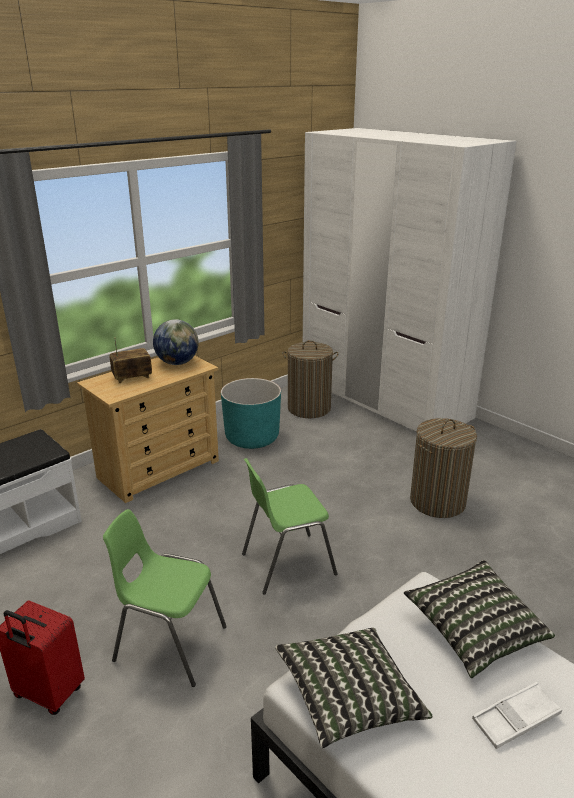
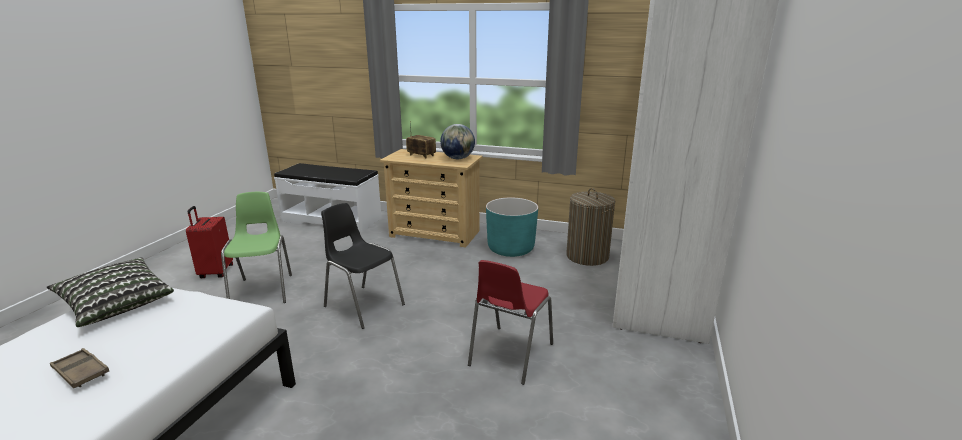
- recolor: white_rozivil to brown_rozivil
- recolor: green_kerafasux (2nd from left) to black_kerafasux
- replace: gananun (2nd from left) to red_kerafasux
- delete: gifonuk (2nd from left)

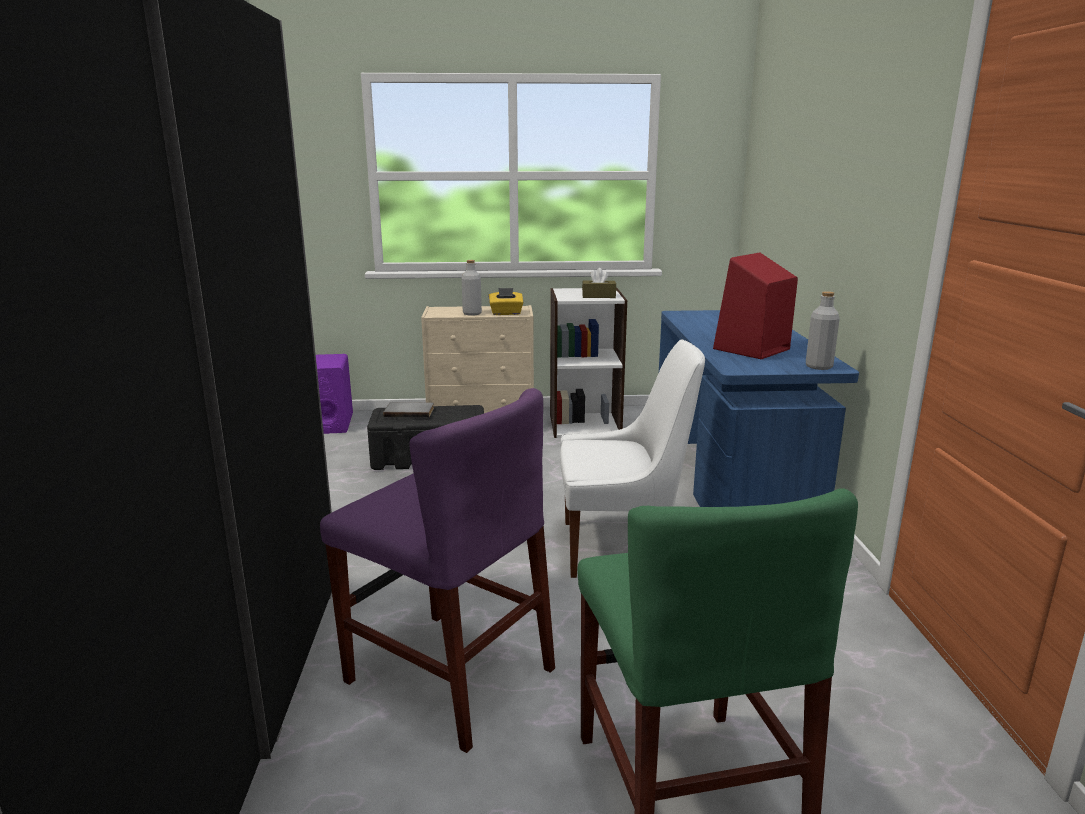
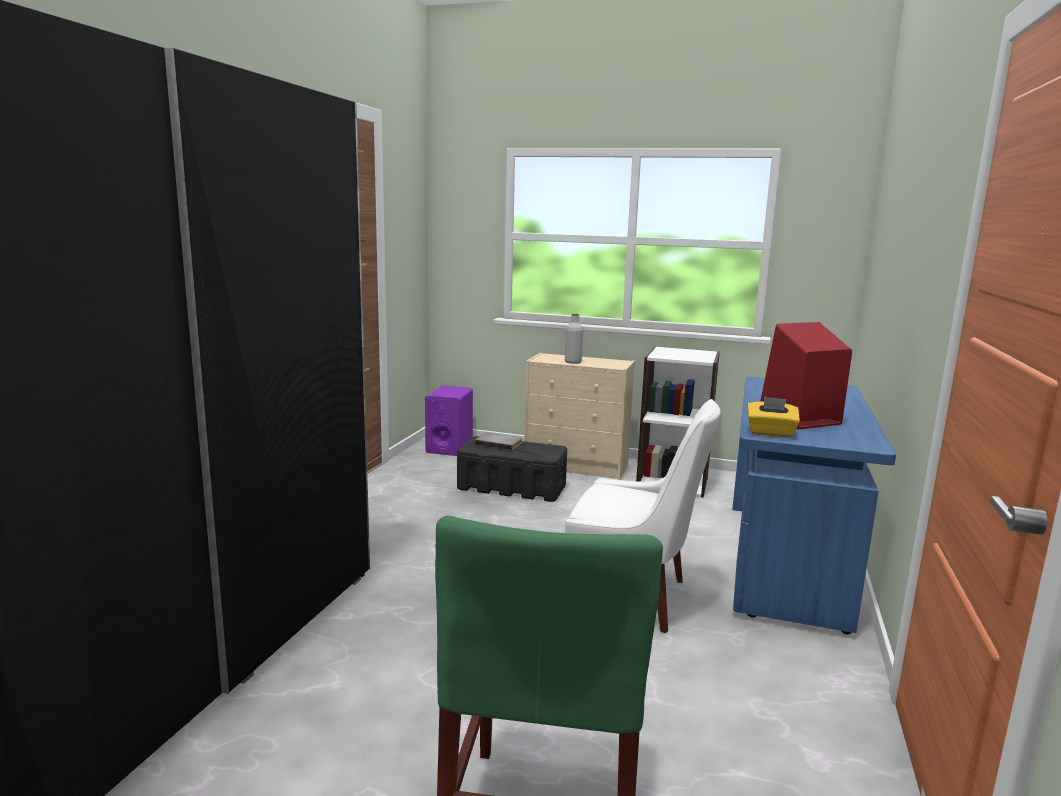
- move: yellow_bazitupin
- delete: purple_kerafasux
- delete: brown_bazitupin
- delete: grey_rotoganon (2nd from left)

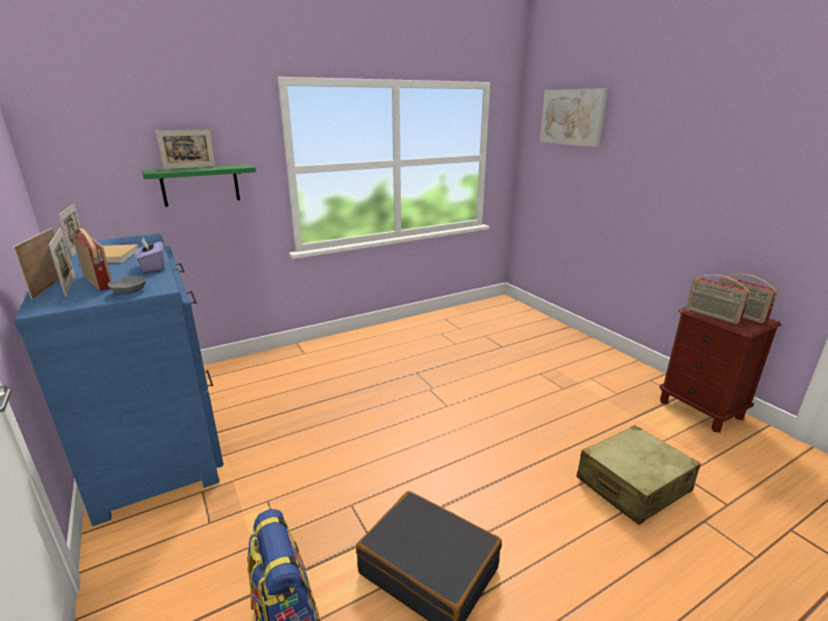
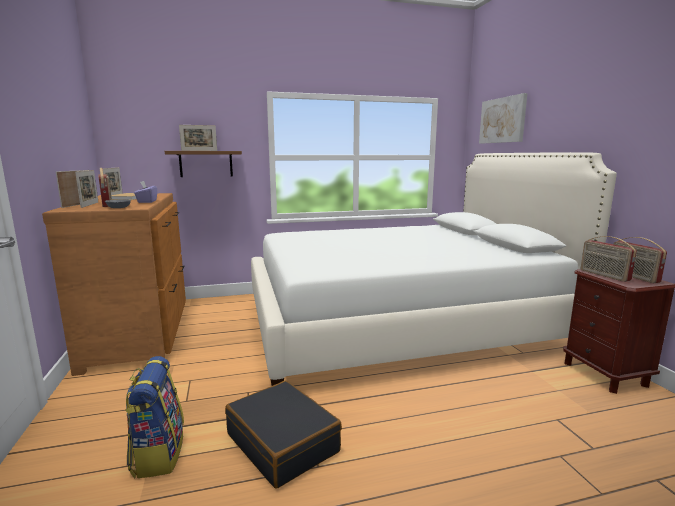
- recolor: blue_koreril to brown_koreril
- recolor: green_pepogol to brown_pepogol
- insert: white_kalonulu
- delete: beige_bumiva

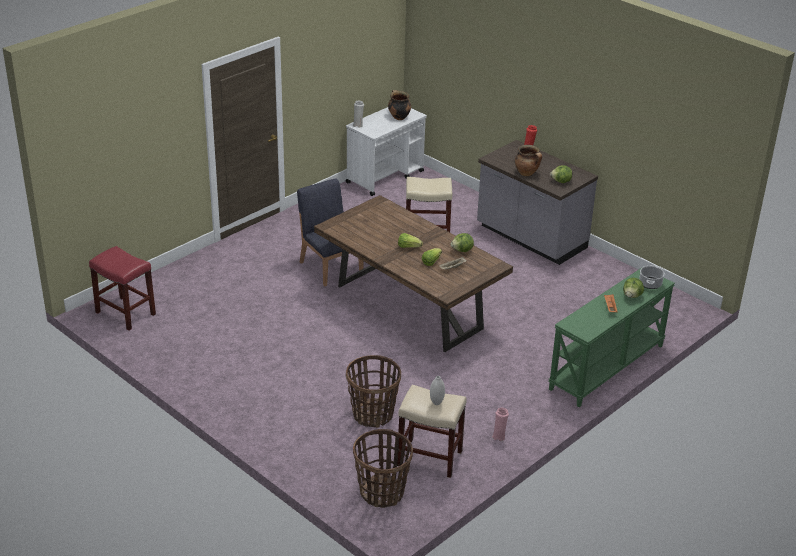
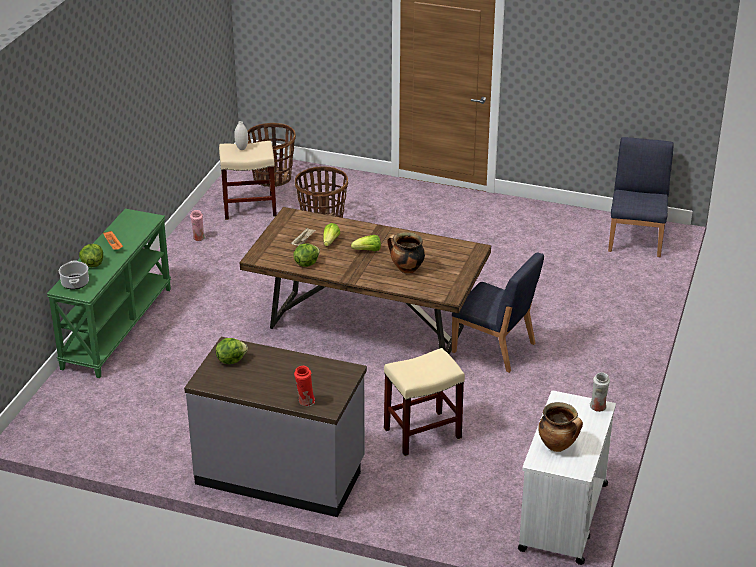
- move: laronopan (2nd from left)
- replace: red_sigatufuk to blue_kerafasux (2nd from left)

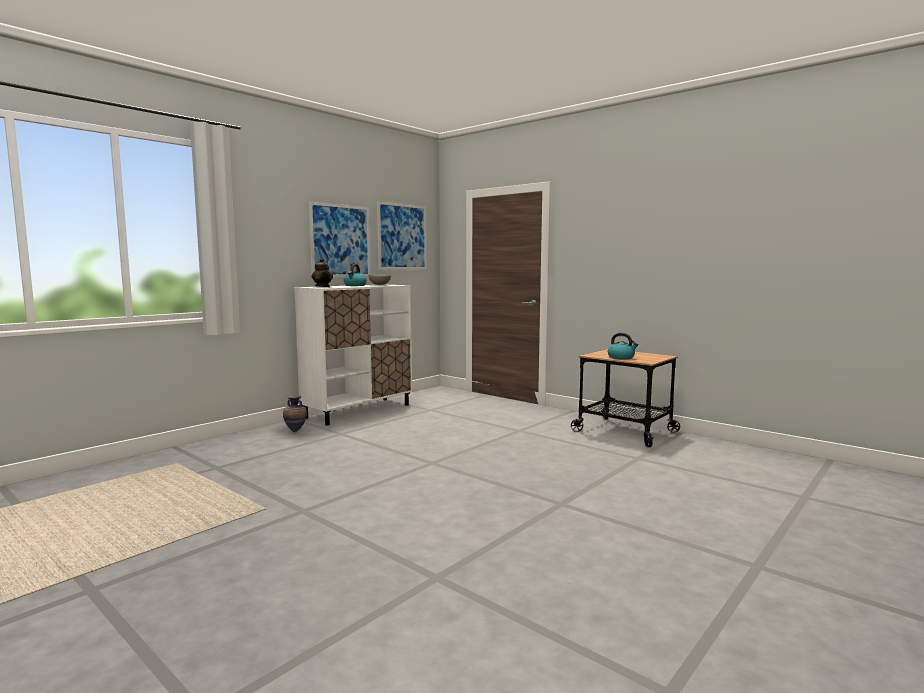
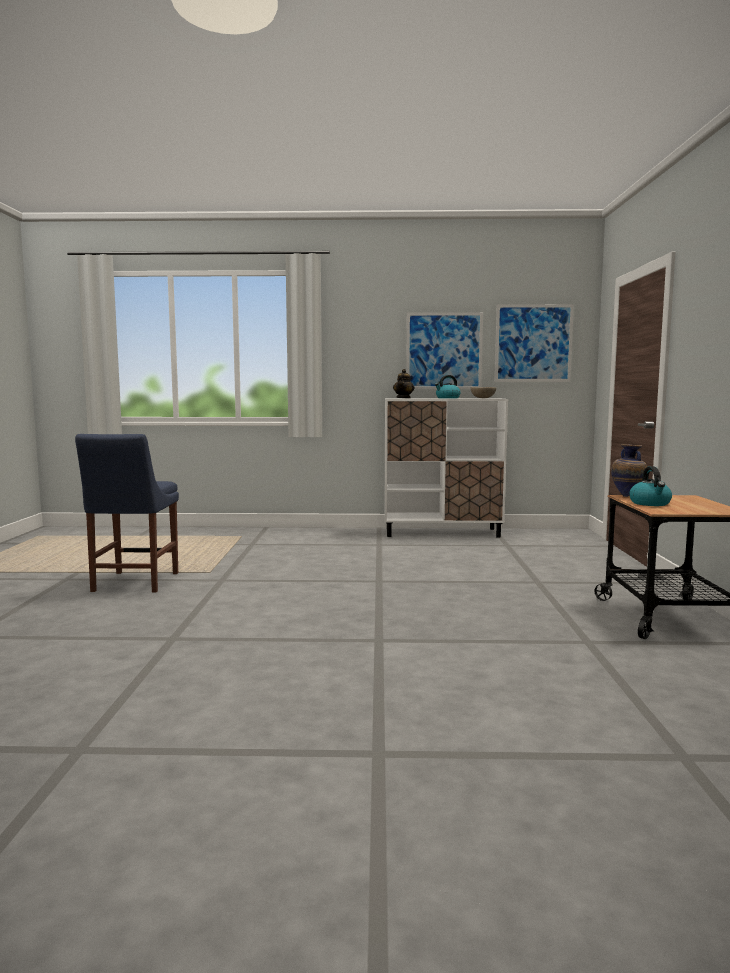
- insert: blue_kerafasux
- move: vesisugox

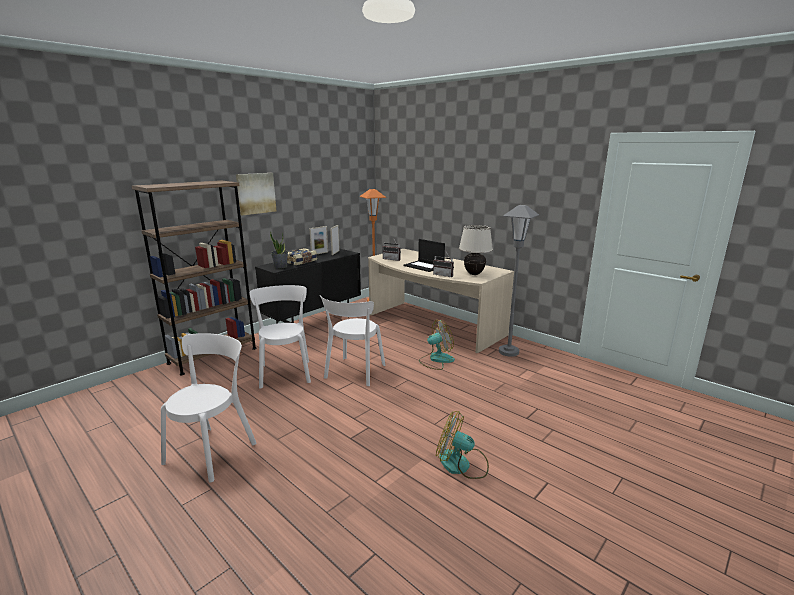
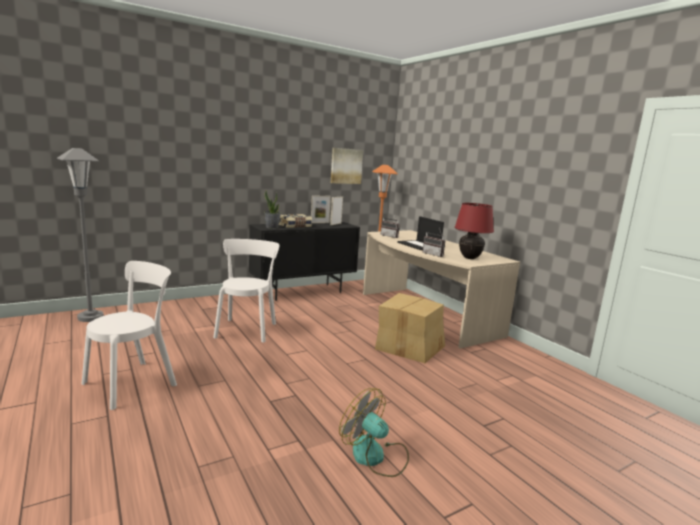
- move: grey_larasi
- move: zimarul
- replace: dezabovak (1st from left) to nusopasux
- recolor: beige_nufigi to red_nufigi
- delete: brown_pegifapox
- delete: white_kerafasux (3rd from left)

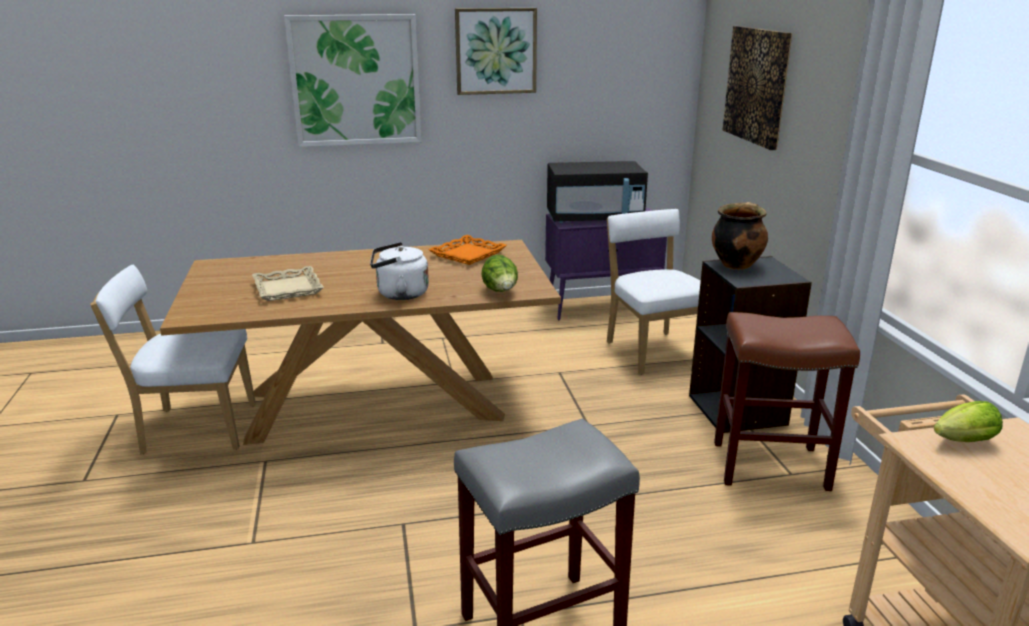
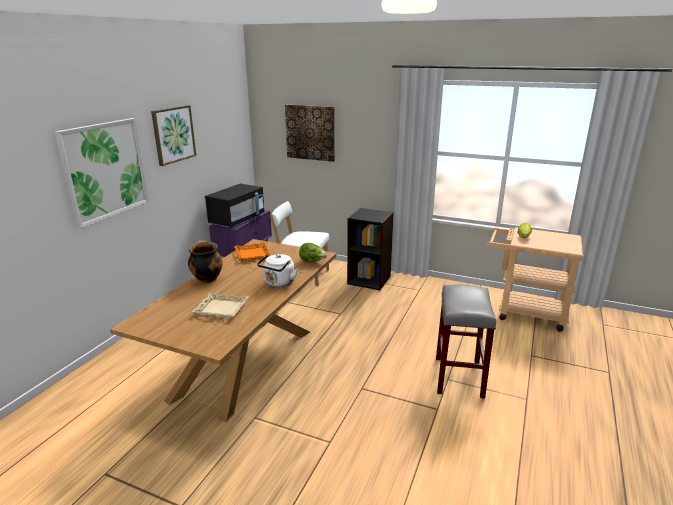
- move: laronopan
- delete: white_kerafasux (1st from left)
- delete: brown_sigatufuk

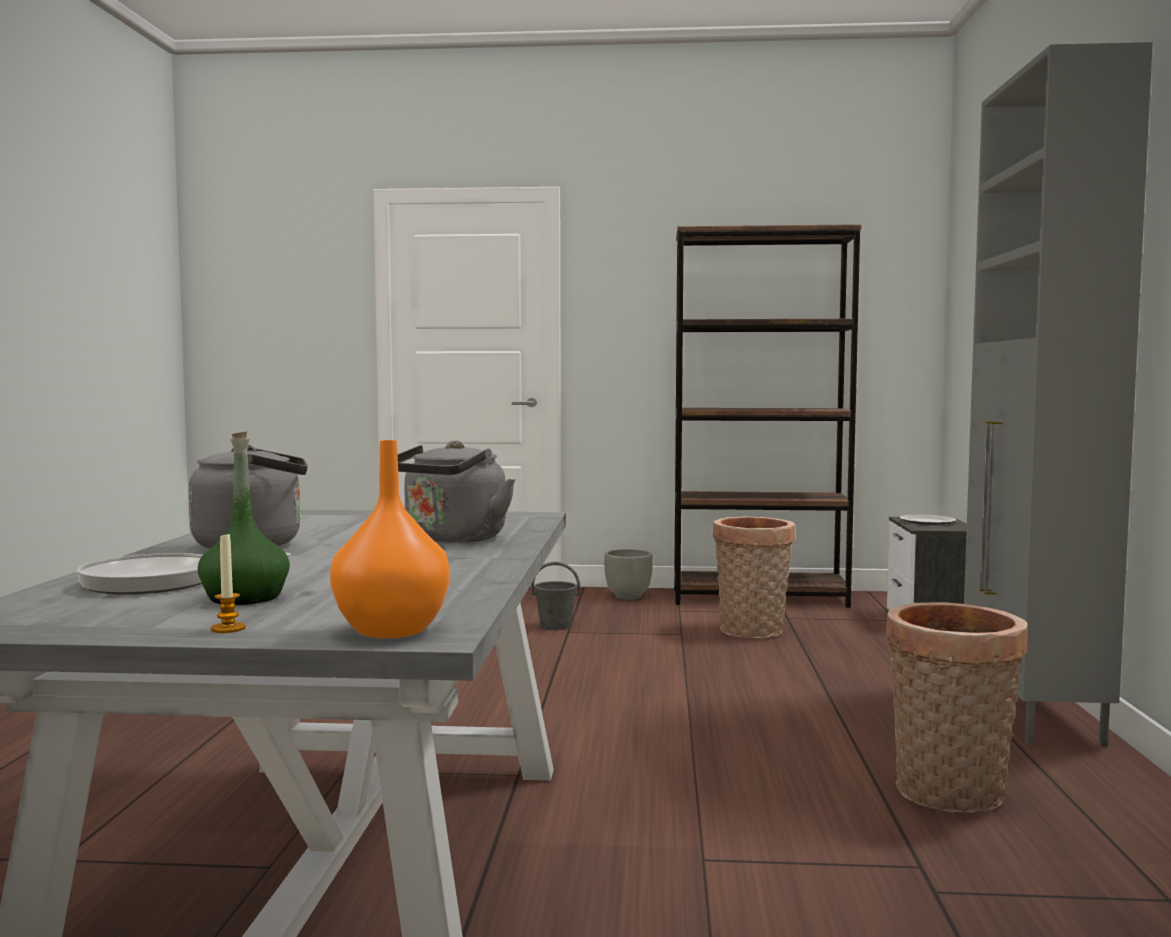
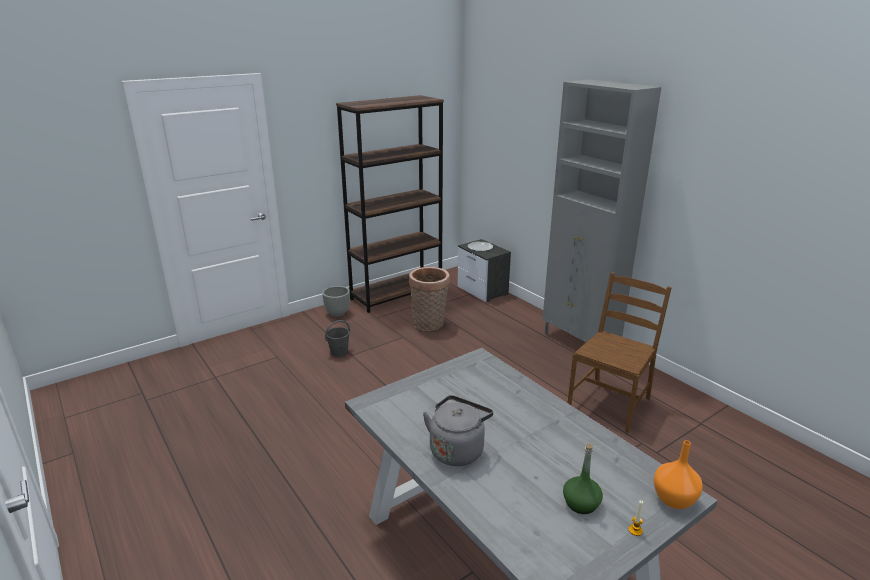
- replace: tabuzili (2nd from left) to brown_kerafasux
- delete: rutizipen
- delete: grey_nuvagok (2nd from left)

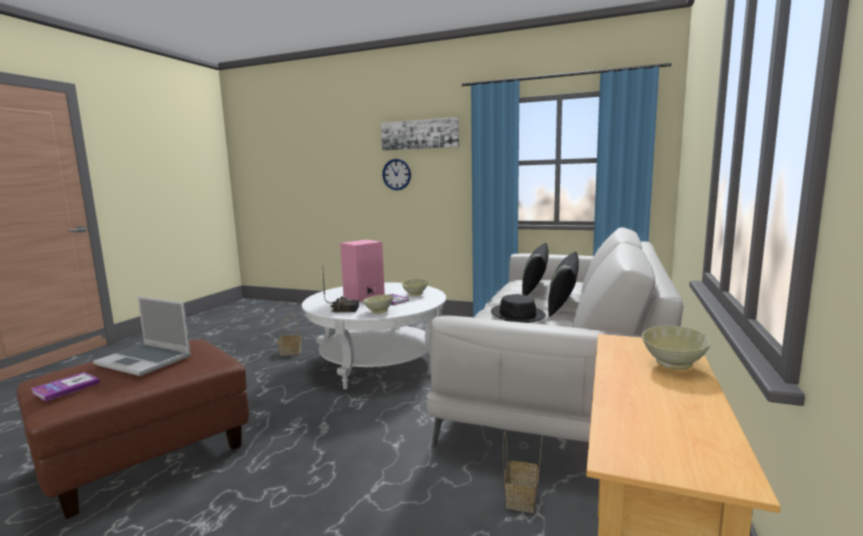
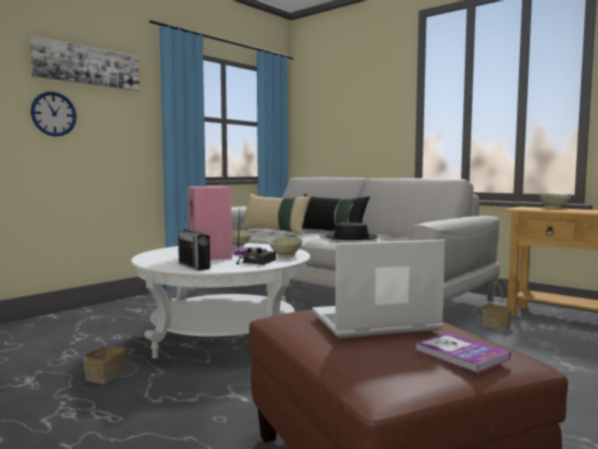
- insert: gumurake (1st from left)
- recolor: black_gifonuk (1st from left) to beige_gifonuk
- rotate: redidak 150 degrees counterclockwise

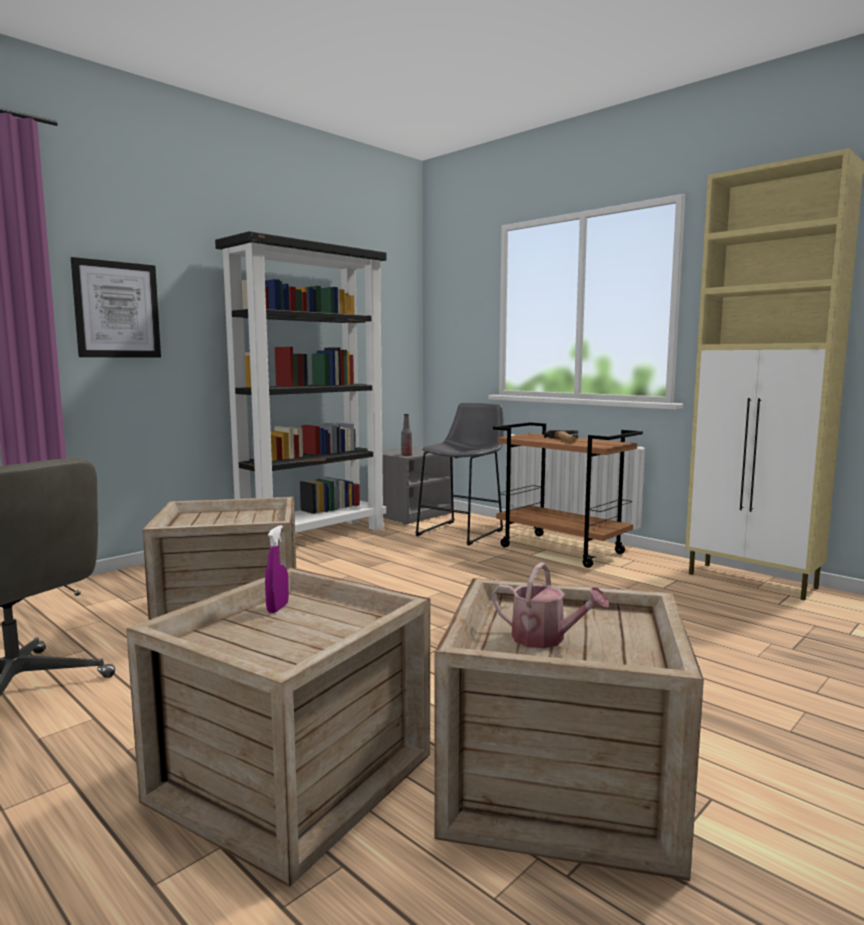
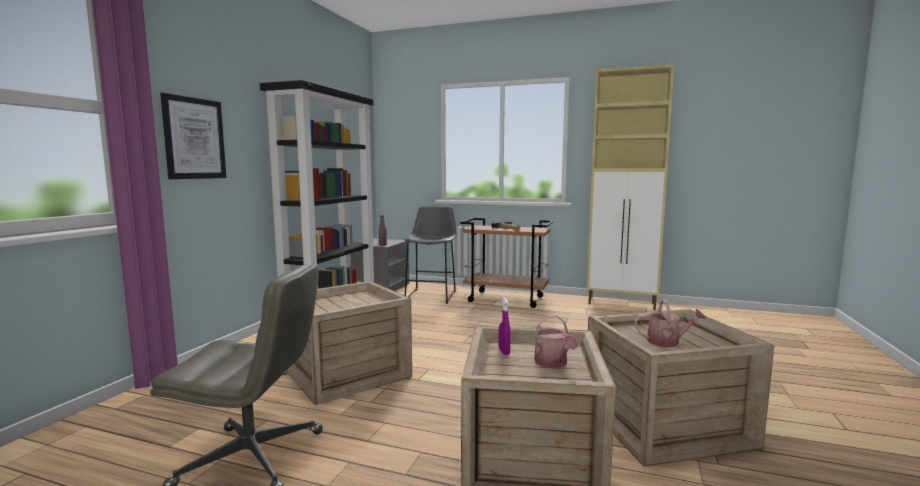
- insert: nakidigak (1st from left)

